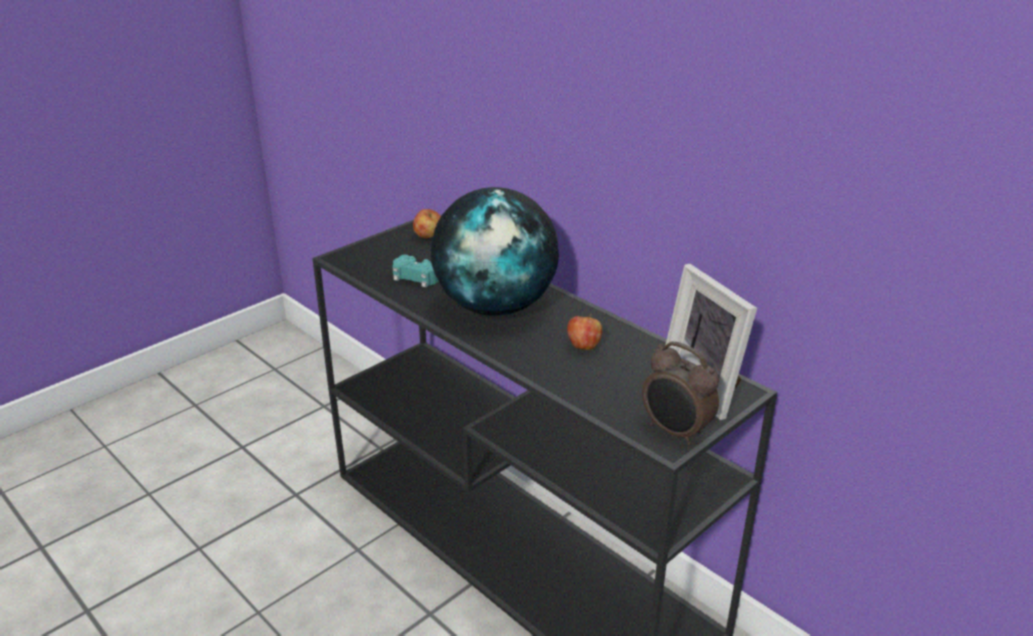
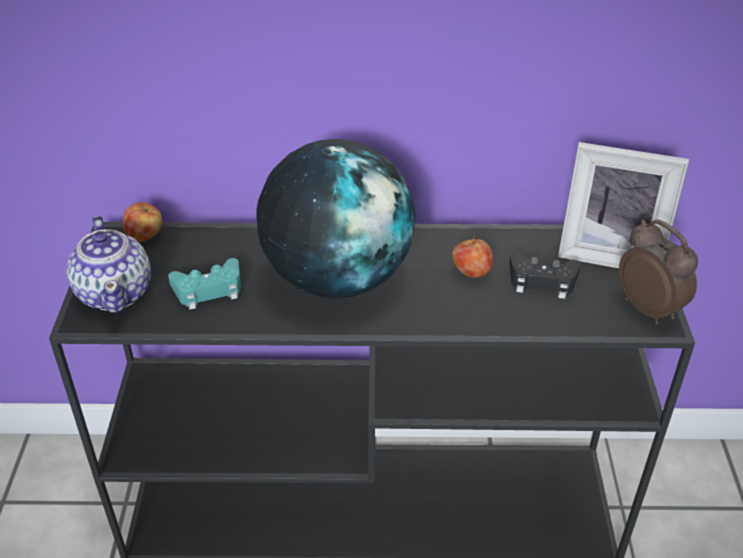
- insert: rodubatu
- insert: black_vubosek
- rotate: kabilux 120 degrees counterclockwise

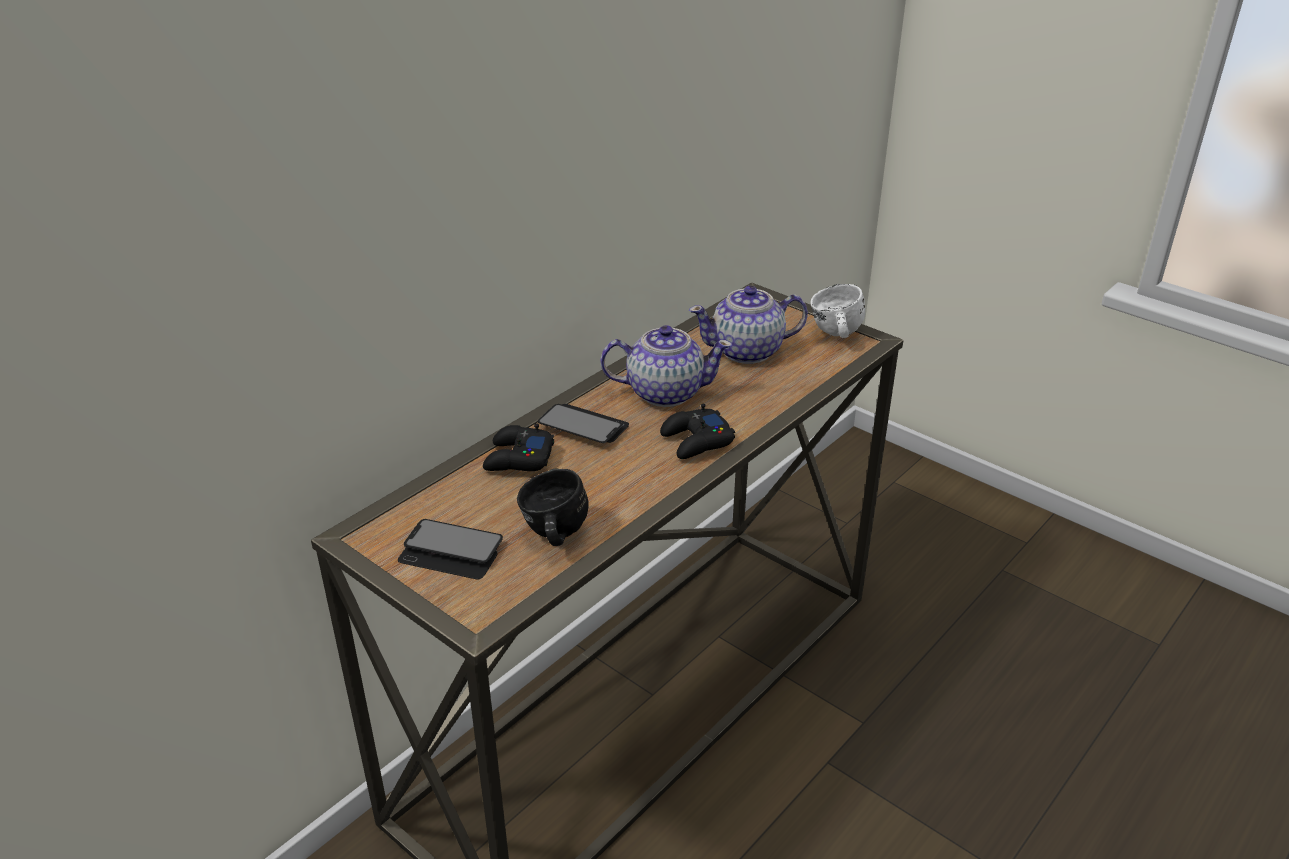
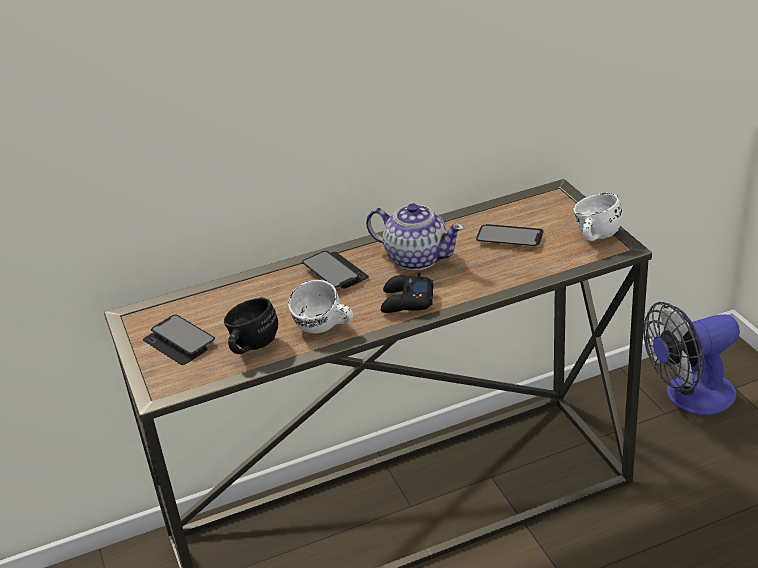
- insert: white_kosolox (1st from left)
- replace: rodubatu (2nd from left) to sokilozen (3rd from left)
- insert: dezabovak
- delete: black_vubosek (1st from left)

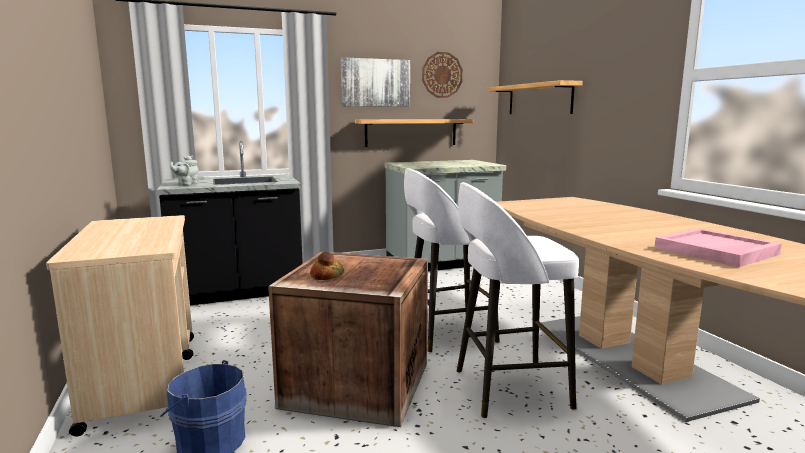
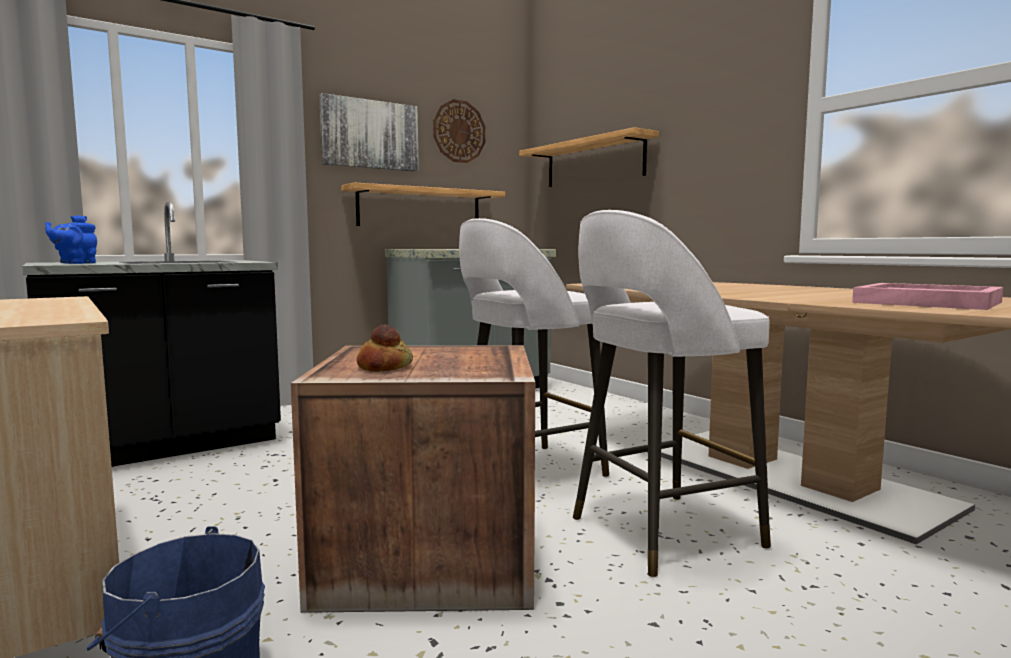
- recolor: grey_rodubatu to blue_rodubatu

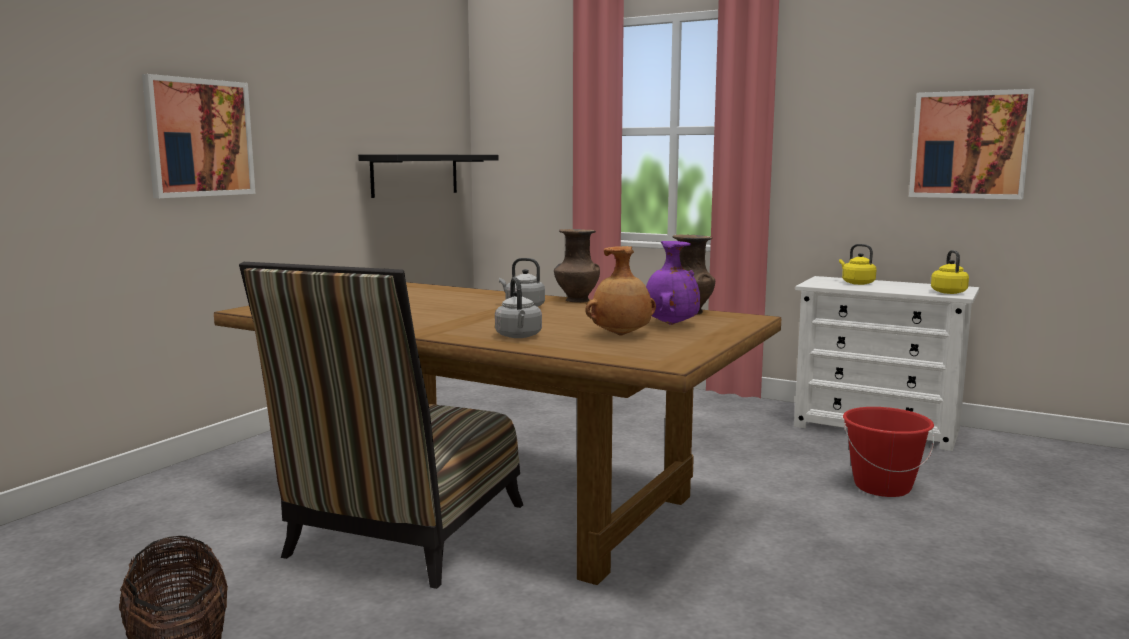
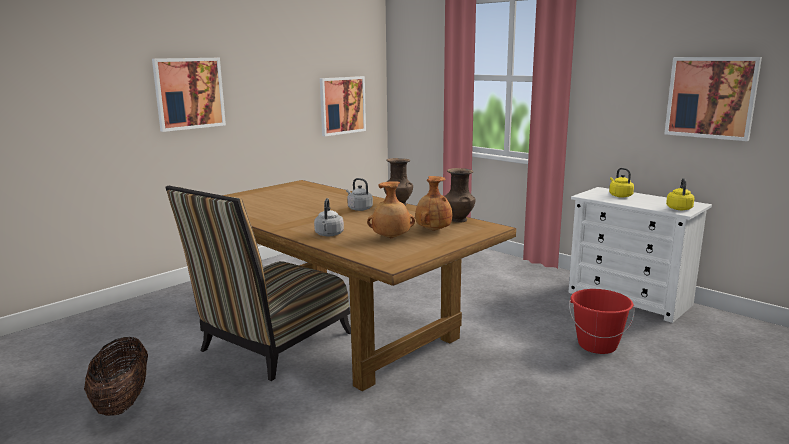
- replace: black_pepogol to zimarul (2nd from left)
- recolor: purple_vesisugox to brown_vesisugox (3rd from left)

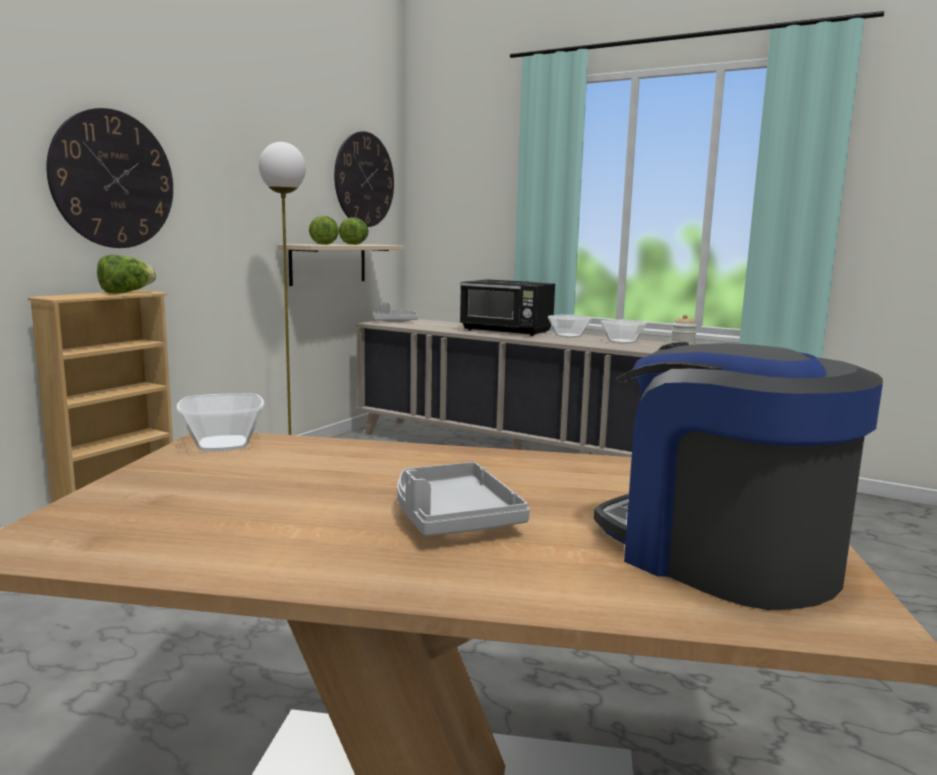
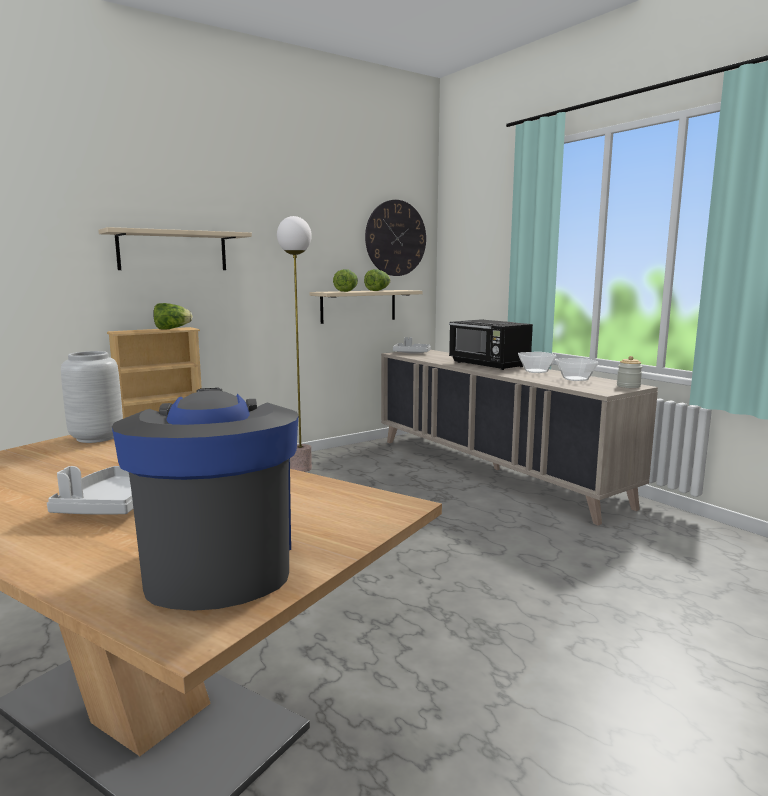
- replace: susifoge (1st from left) to grey_vesisugox
- replace: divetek (1st from left) to beige_pepogol (1st from left)

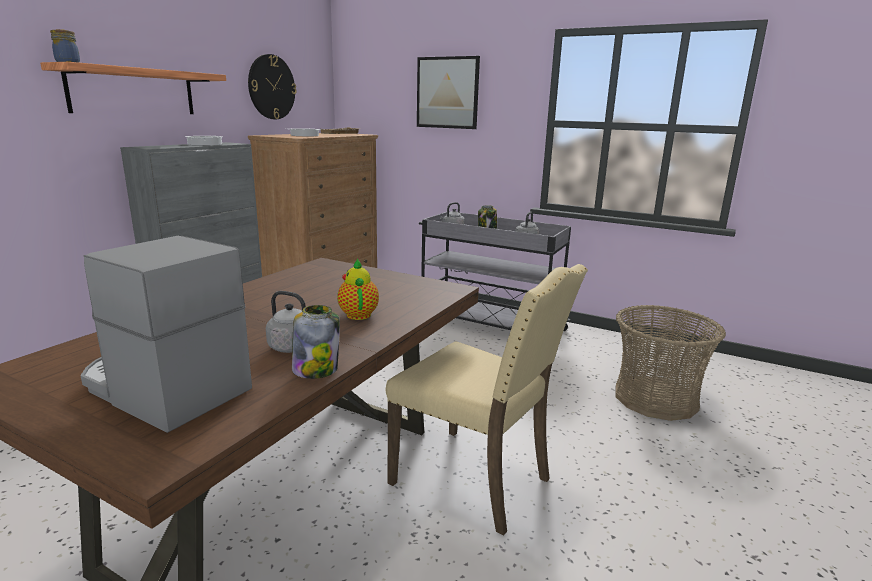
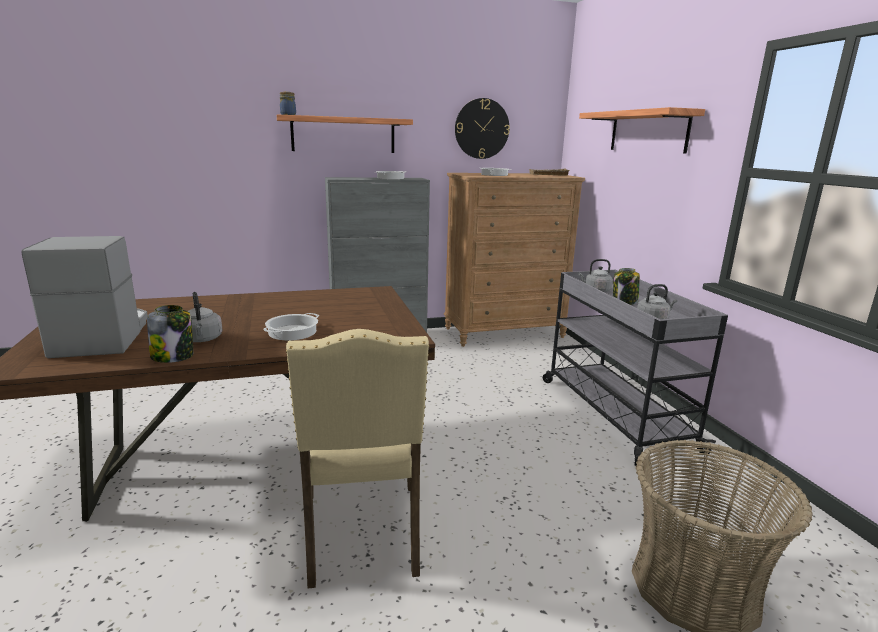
- replace: rodubatu to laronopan (1st from left)
- replace: zimarul to pepogol (2nd from left)

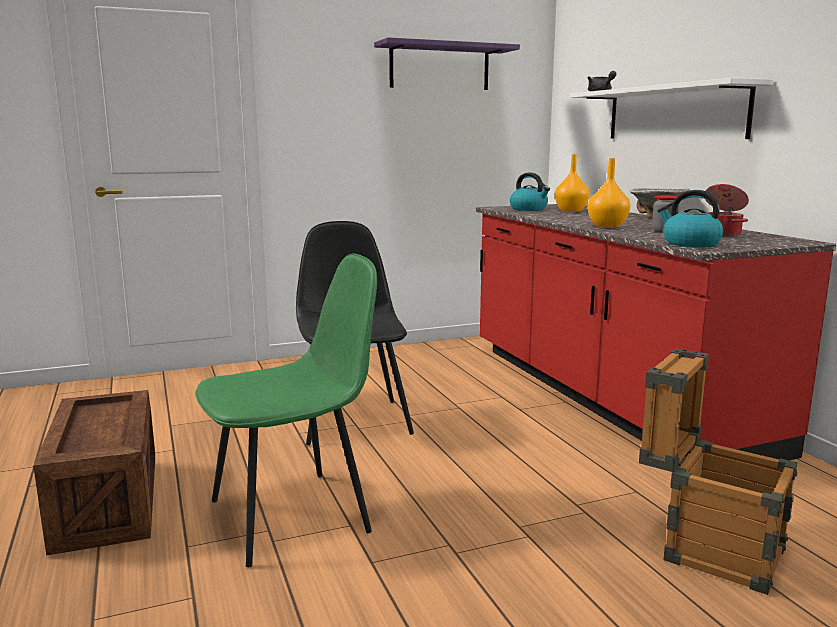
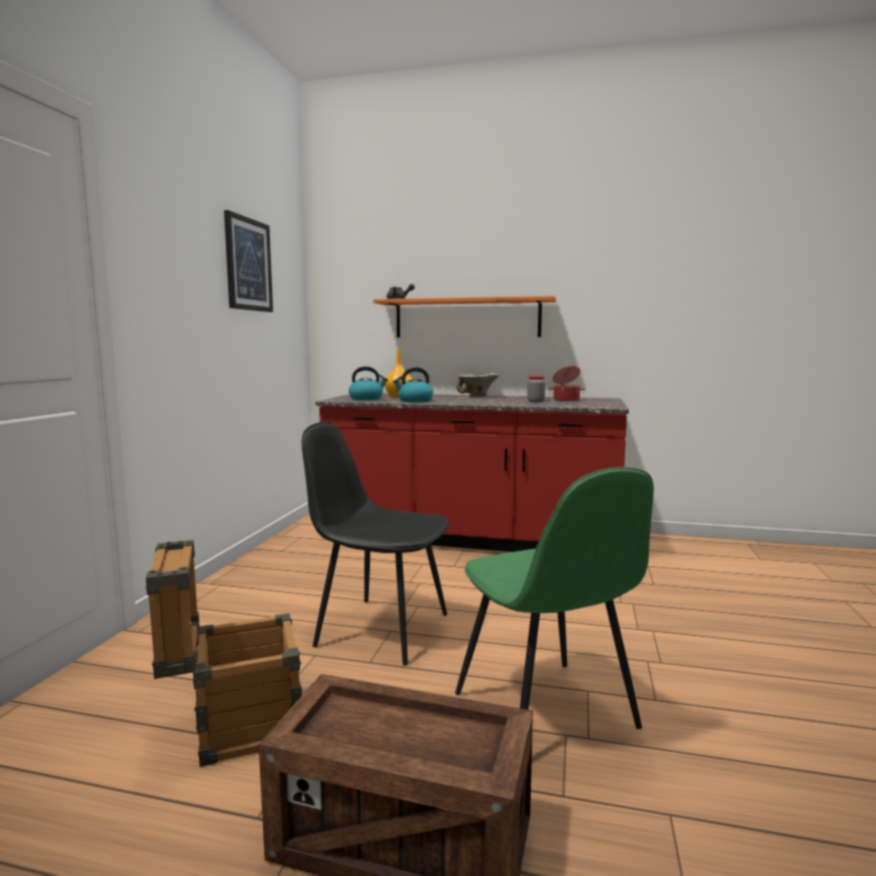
- move: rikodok (2nd from left in the first image) to rikodok (1st from left)
- replace: purple_pepogol to zimarul
- recolor: white_pepogol to orange_pepogol
- move: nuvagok (2nd from left)
- rotate: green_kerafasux 150 degrees clockwise
- delete: orange_vesisugox (2nd from left)

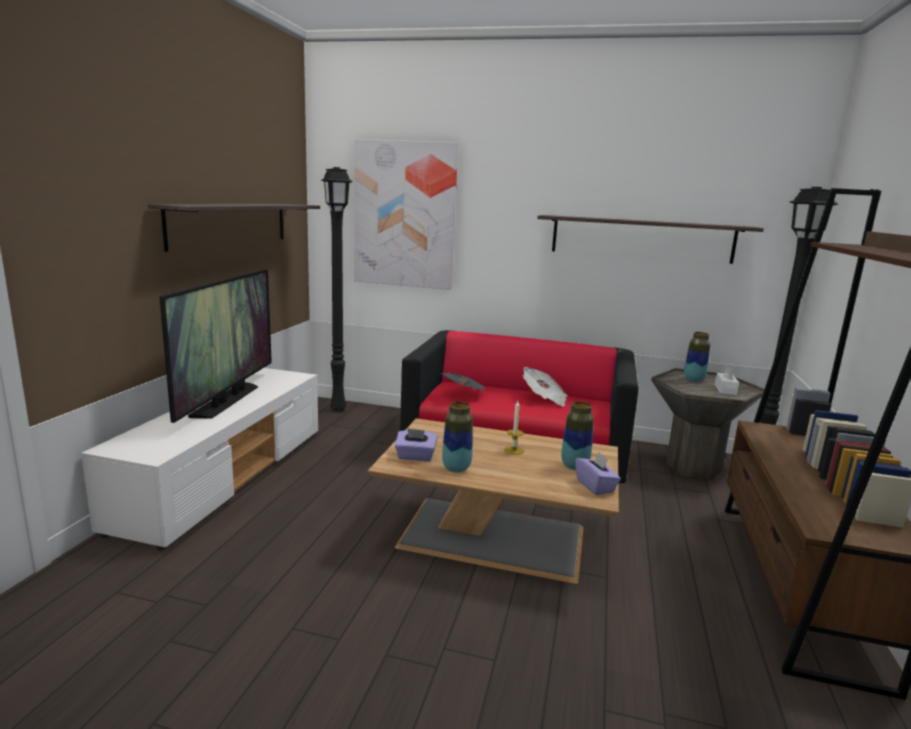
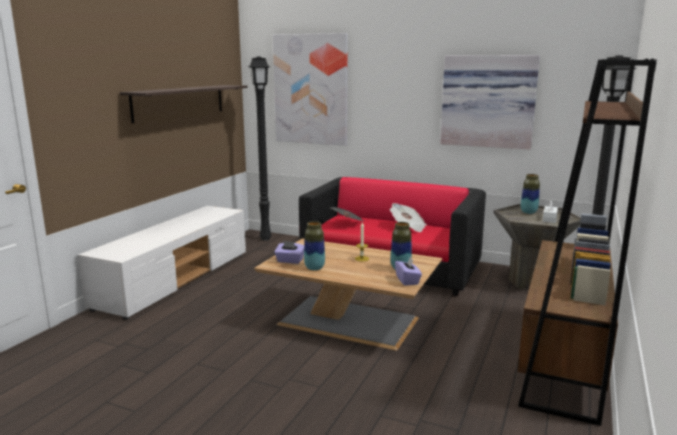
- replace: pepogol (2nd from left) to zimarul (2nd from left)
- delete: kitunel

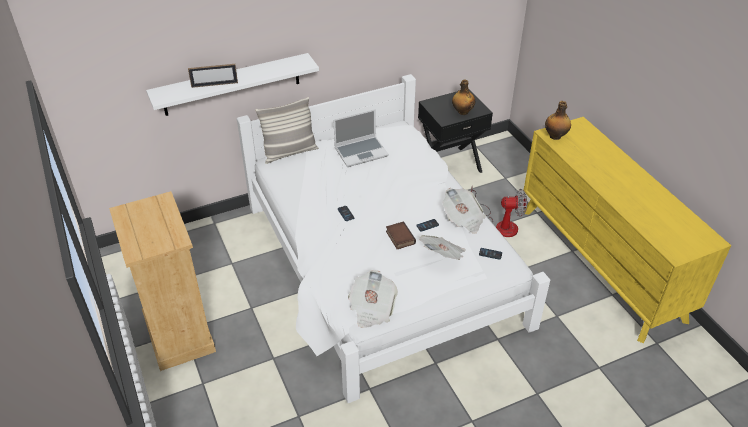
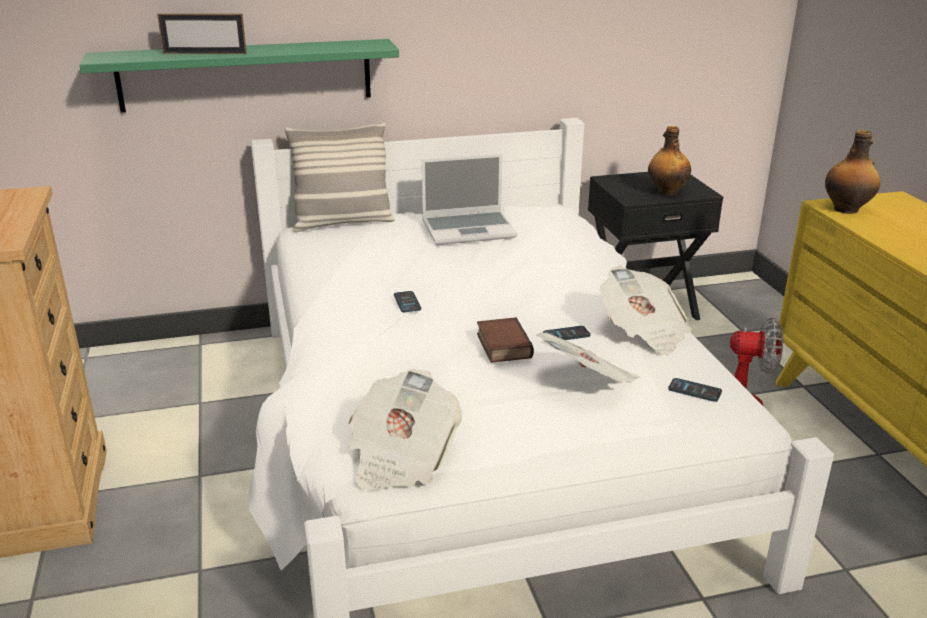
- recolor: white_pepogol to green_pepogol

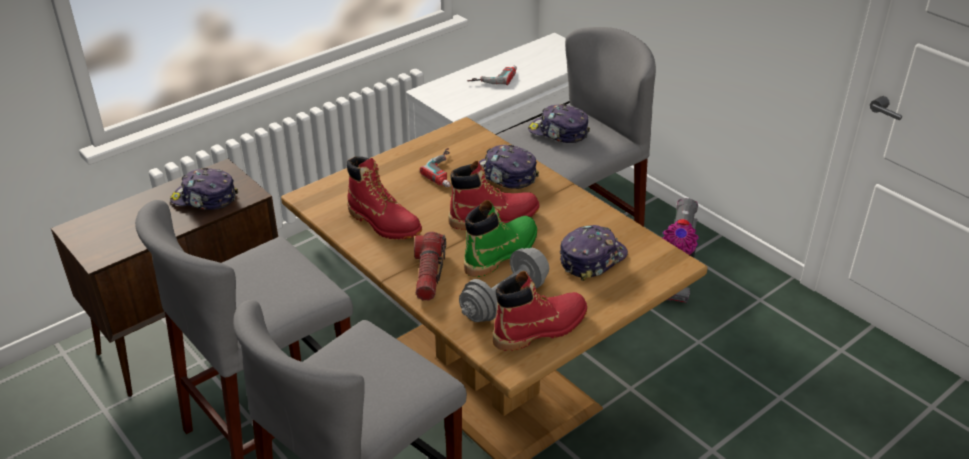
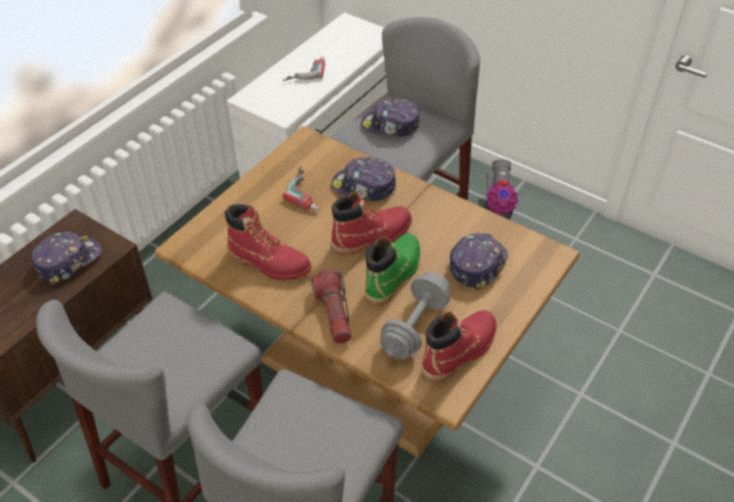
- rotate: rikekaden (1st from left) 135 degrees clockwise

